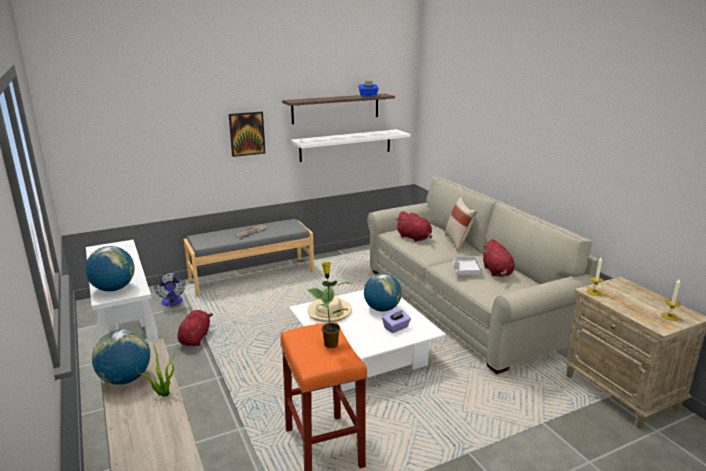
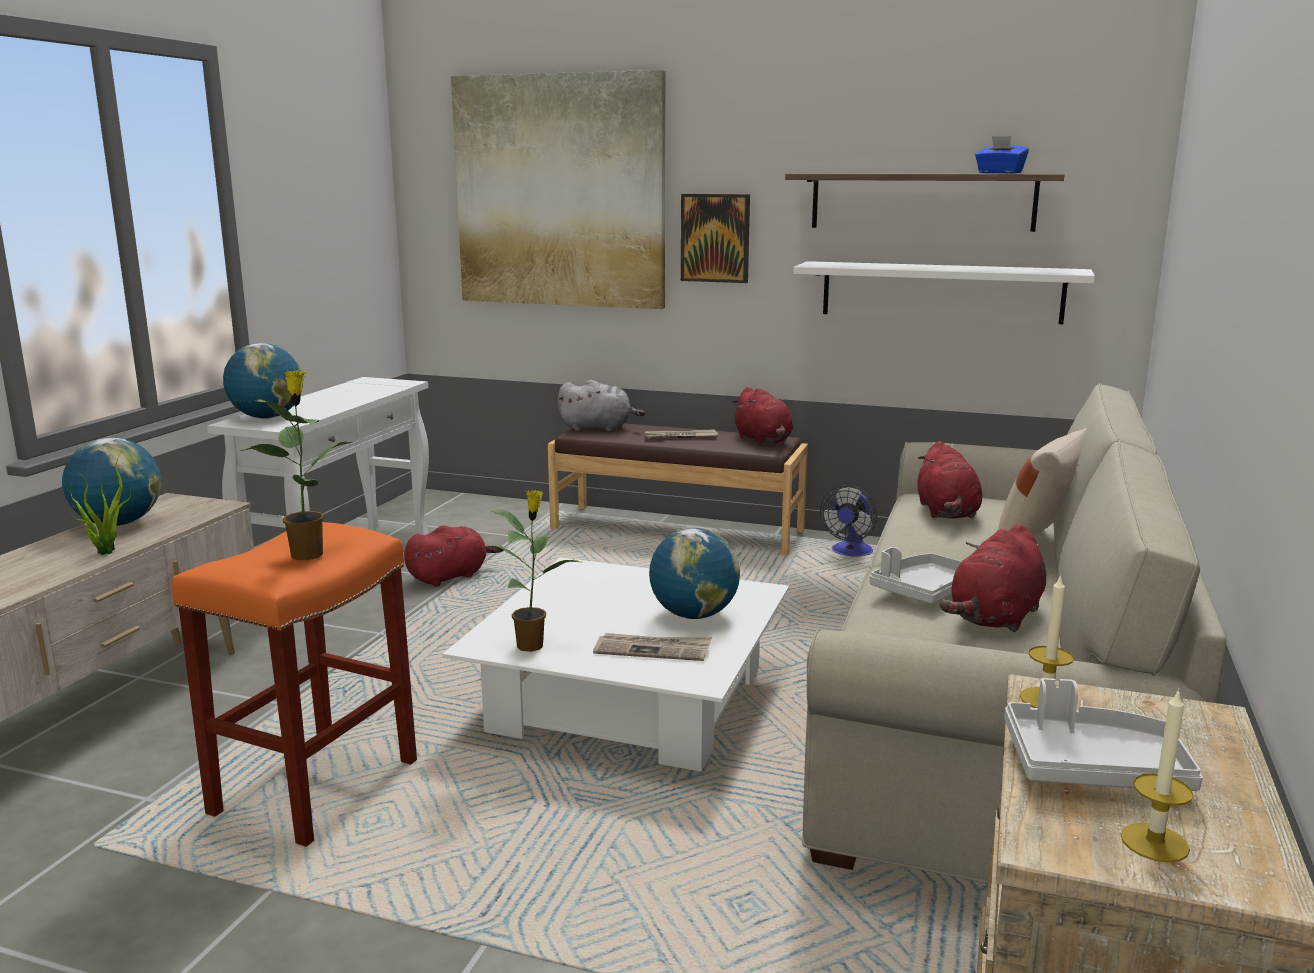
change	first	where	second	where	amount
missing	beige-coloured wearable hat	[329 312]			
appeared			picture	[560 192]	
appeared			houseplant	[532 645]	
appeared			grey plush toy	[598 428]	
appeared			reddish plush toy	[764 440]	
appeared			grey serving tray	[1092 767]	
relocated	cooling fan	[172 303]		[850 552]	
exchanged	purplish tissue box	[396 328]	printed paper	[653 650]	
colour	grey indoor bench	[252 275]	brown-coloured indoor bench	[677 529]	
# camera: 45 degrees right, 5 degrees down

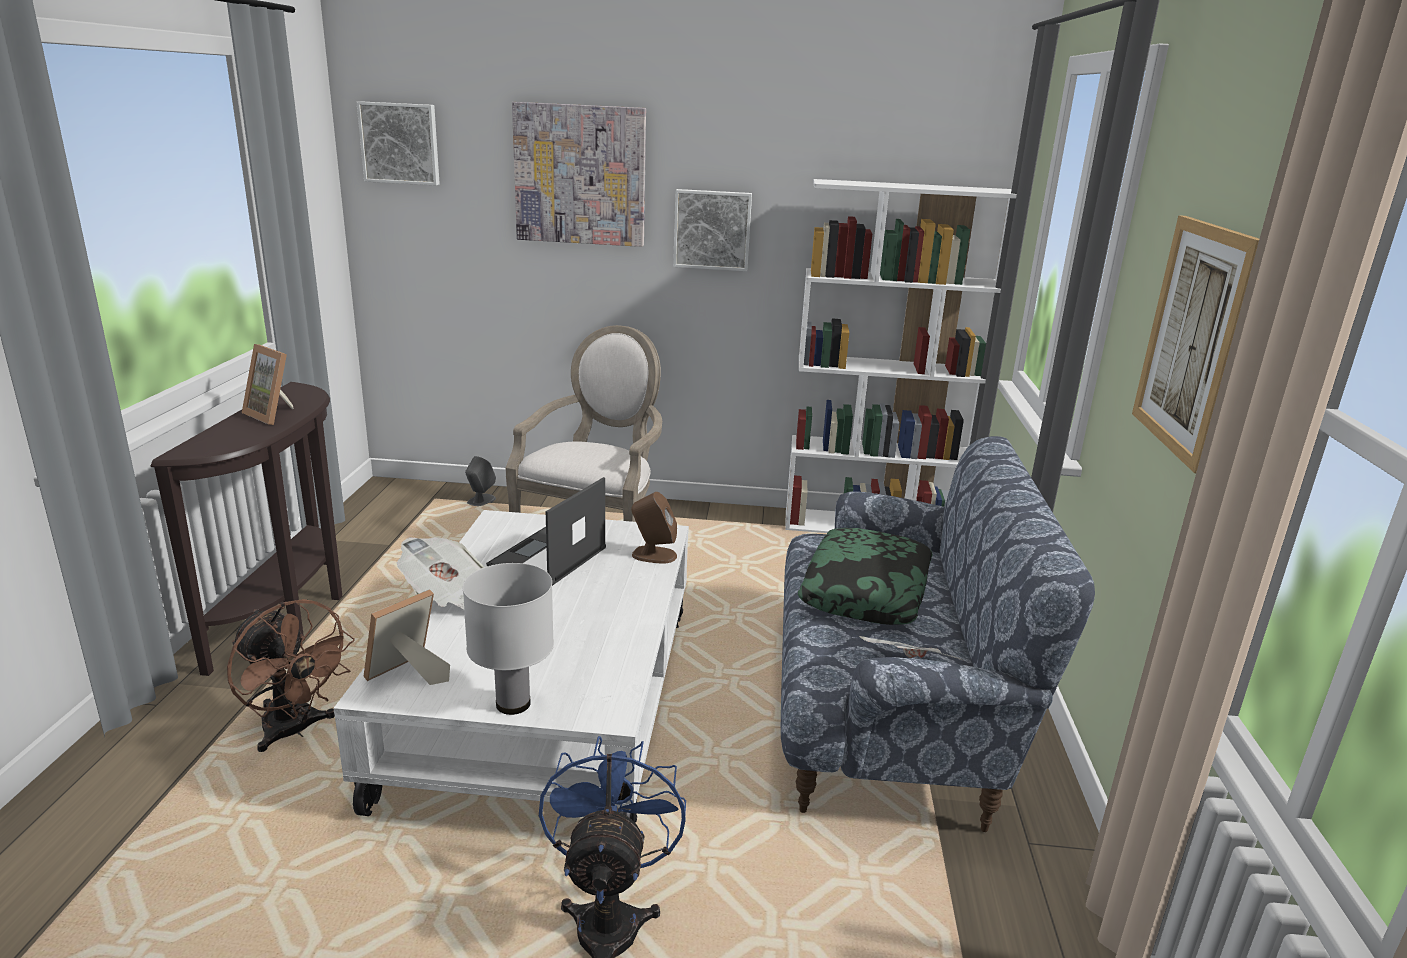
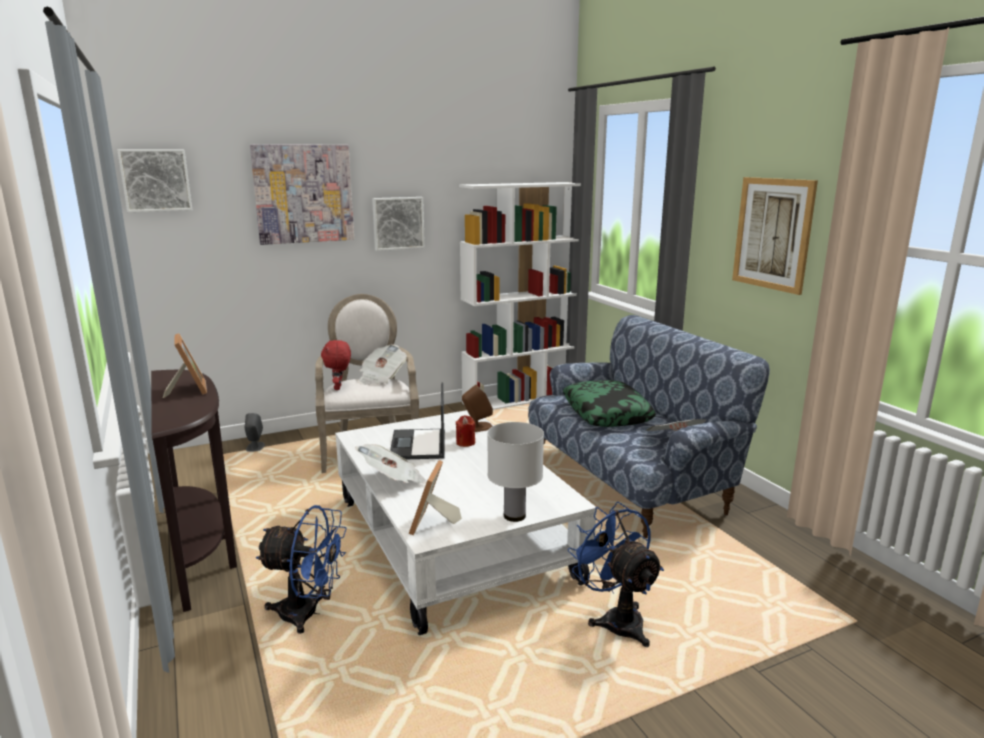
change	first	where	second	where	amount
appeared			reddish plush toy	[339 388]	
appeared			printed paper	[381 378]	
appeared			reddish wax candle	[465 443]	
colour	brown-coloured cooling fan	[295 731]	blue-coloured cooling fan	[308 614]	
spun	standing frame	[275 415]		[188 390]	120 degrees counterclockwise
# camera: 30 degrees left, 5 degrees down

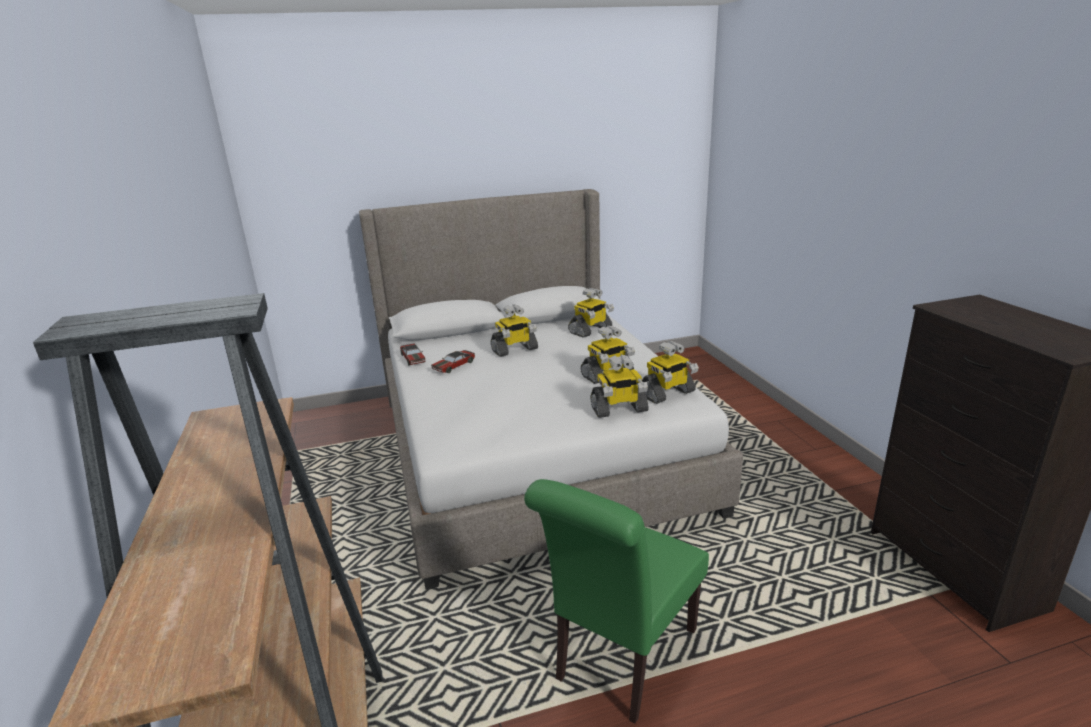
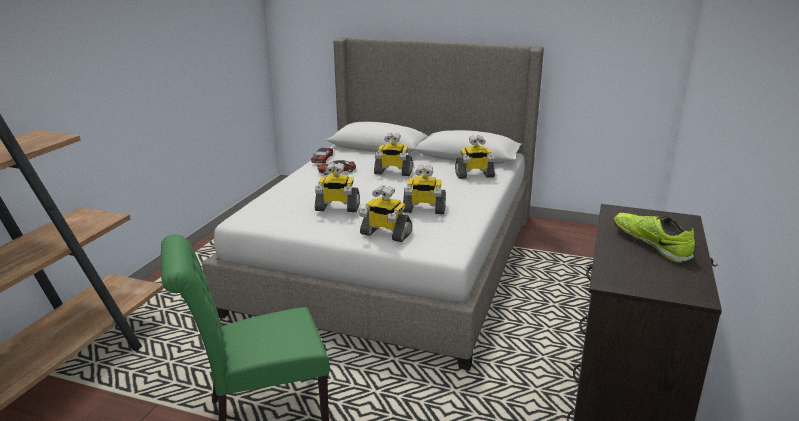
change	first	where	second	where	amount
appeared			item of footwear	[651 244]	
relocated	toy robot	[667 393]		[337 208]	
# camera: 35 degrees right, 0 degrees up

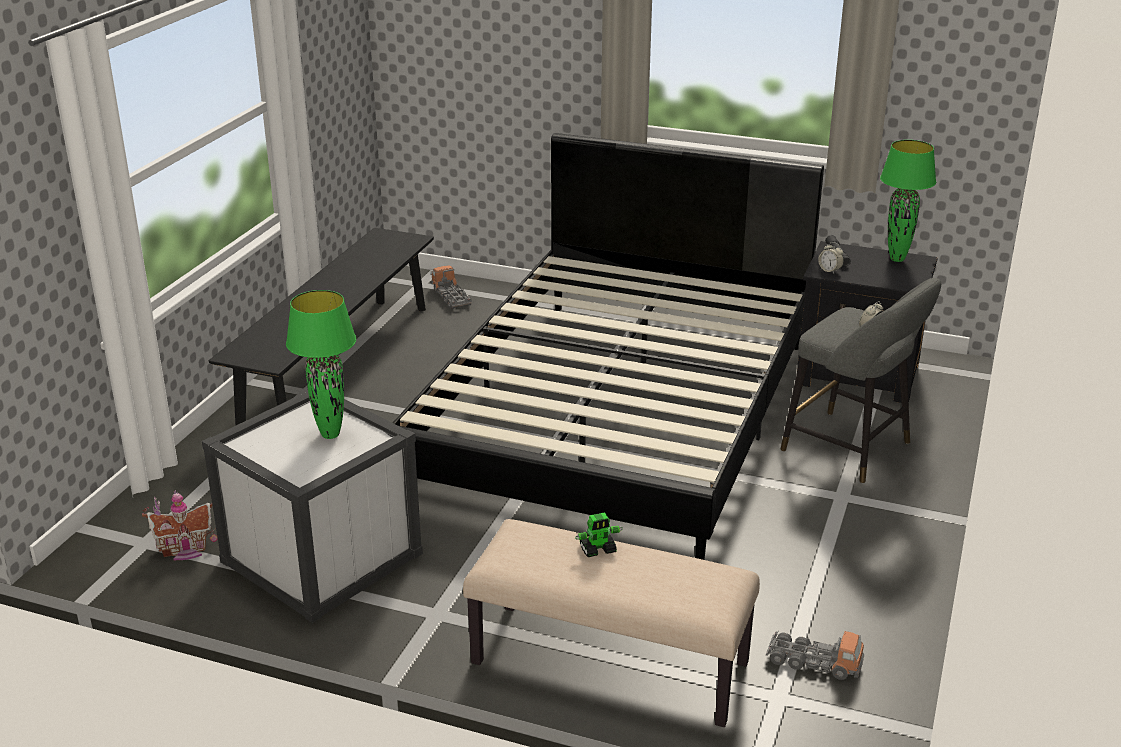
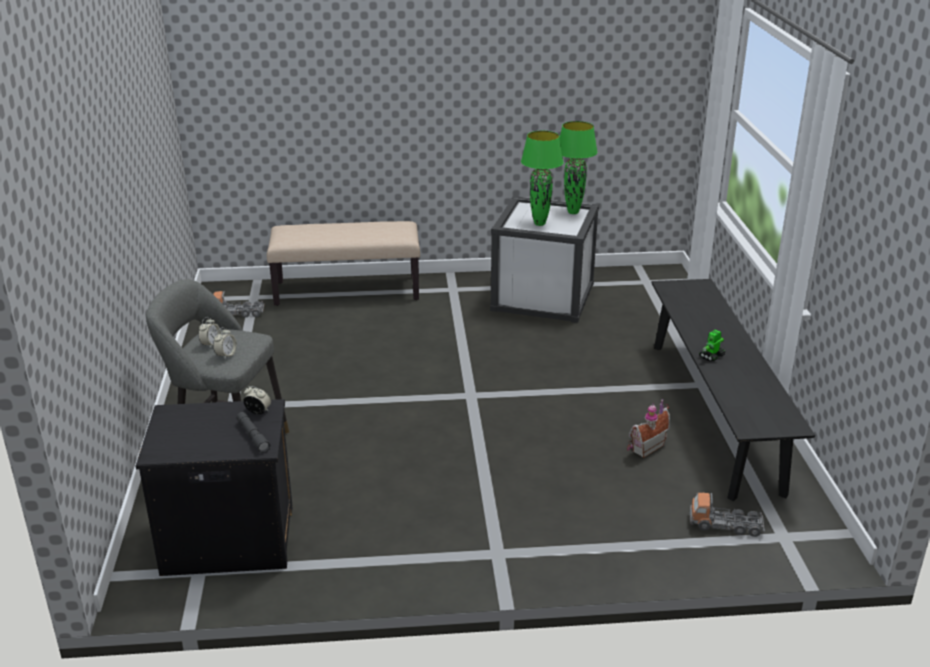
change	first	where	second	where	amount
missing	black bed	[619 416]			
appeared			bedside clock	[226 355]	
relocated	miniature house	[185 551]		[645 447]	
relocated	toy robot	[598 549]		[711 356]	
relocated	green lamp for a table	[897 259]		[573 212]	
spun	model truck	[451 298]		[725 525]	150 degrees clockwise
# camera: 155 degrees right, 0 degrees up

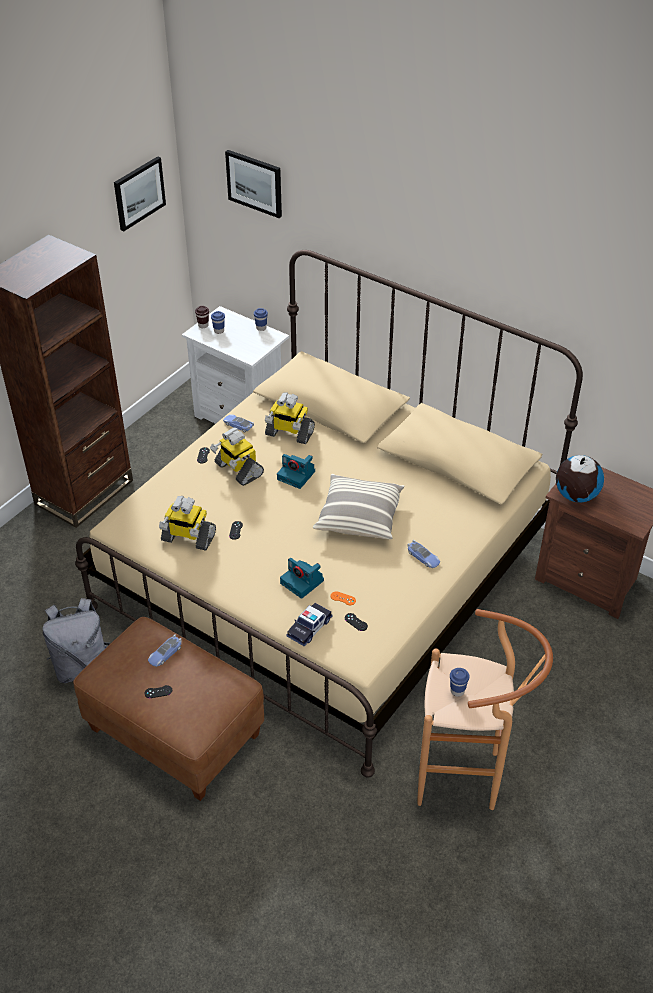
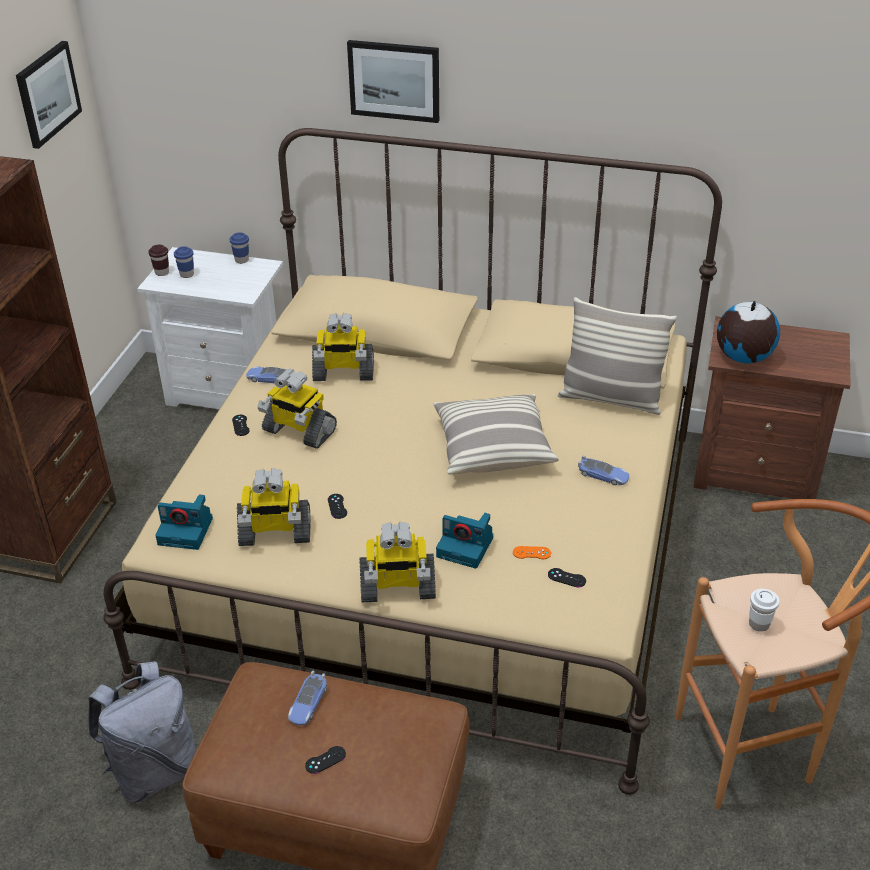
change	first	where	second	where	amount
missing	miniature car	[309 628]			
appeared			toy robot	[397 588]	
appeared			throw pillow	[611 399]	
relocated	picture	[255 183]		[394 80]	
relocated	photo camera	[297 475]		[187 531]	
colour	blue-coloured cup	[457 691]	whitish cup	[759 624]	
# camera: 20 degrees left, 5 degrees down

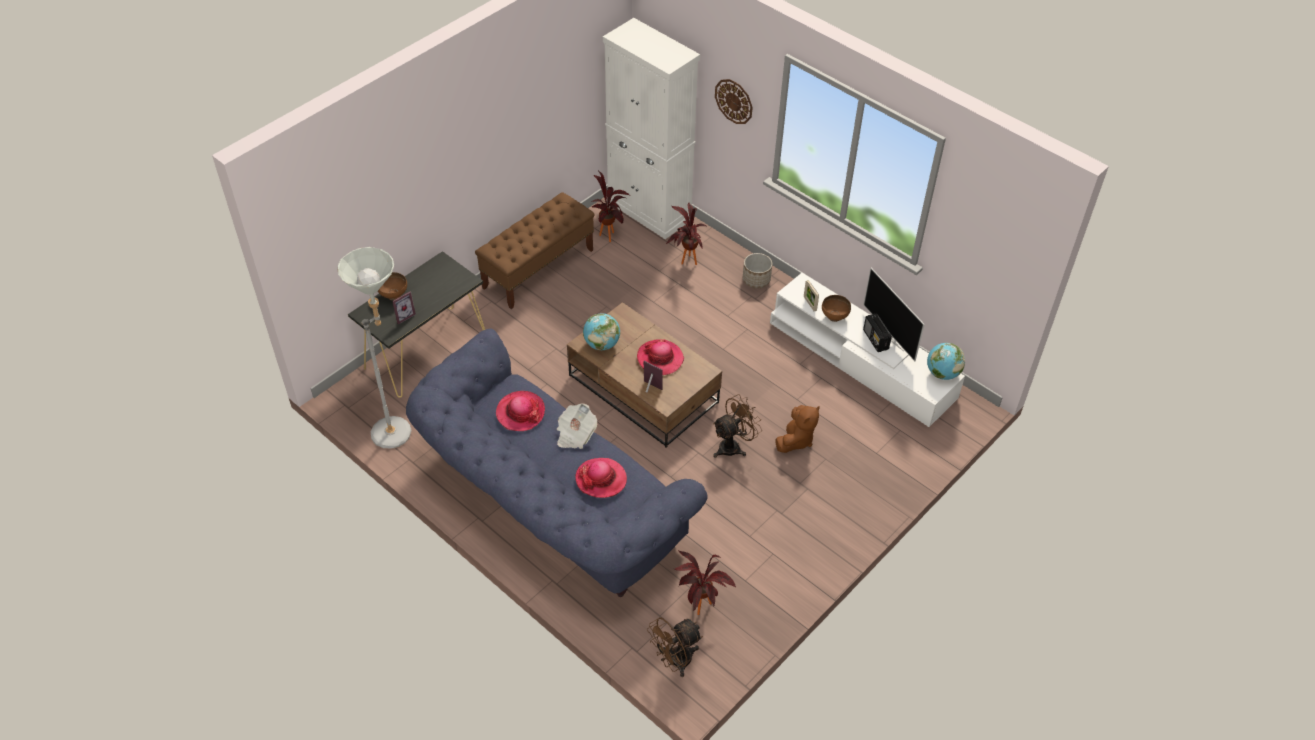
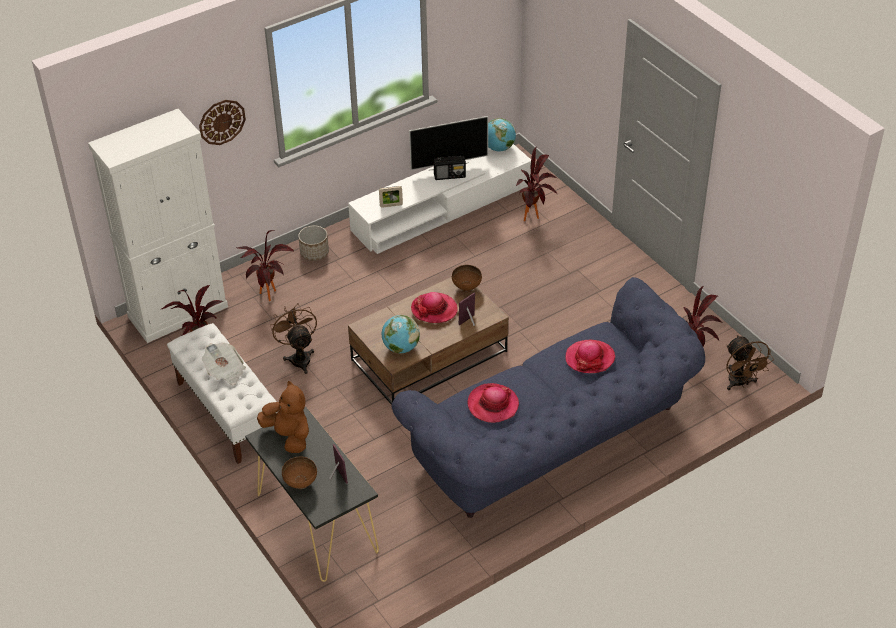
change	first	where	second	where	amount
missing	grey standard lamp	[398 428]			
appeared			houseplant	[534 217]	
relocated	printed paper	[575 434]		[225 371]	
relocated	brown-coloured cooling fan	[733 446]		[299 357]	
relocated	brown-coloured plush toy	[796 440]		[289 436]	
relocated	brown-coloured bowl	[834 317]		[467 288]	
colour	brown-coloured indoor bench	[538 268]	whitish indoor bench	[227 412]	
# camera: 75 degrees left, 5 degrees down

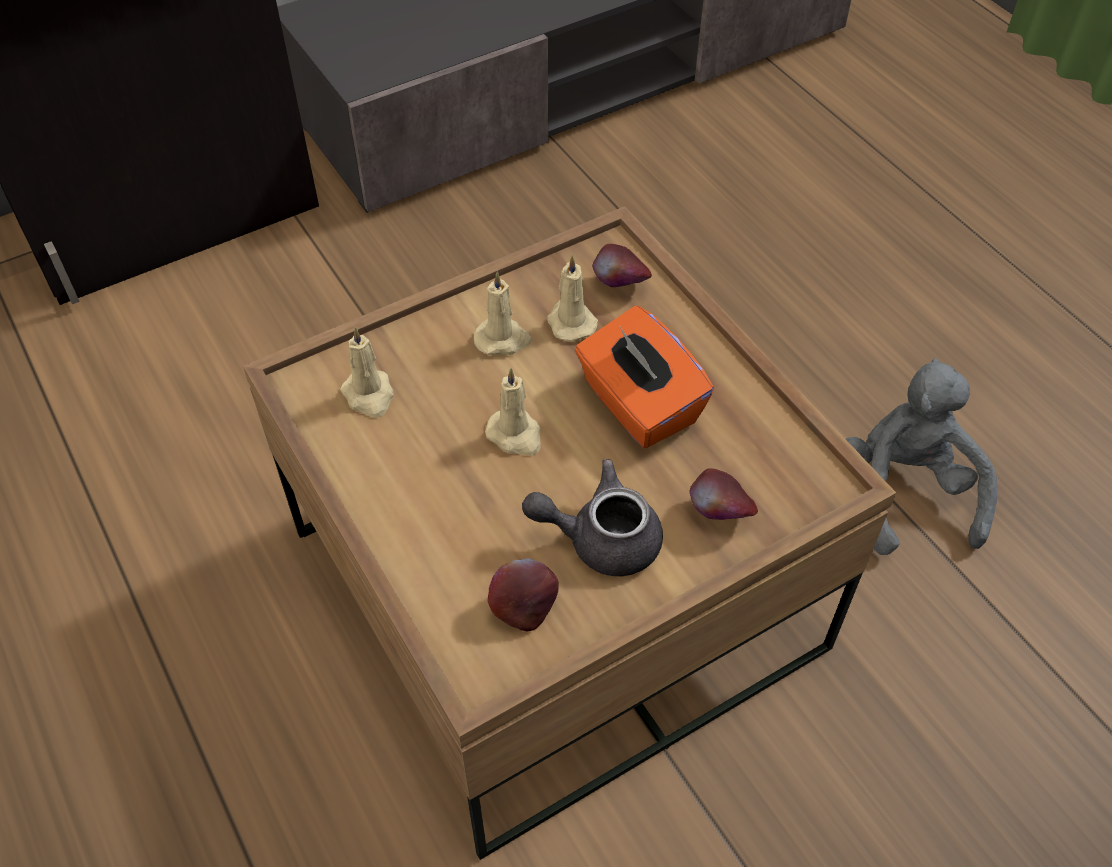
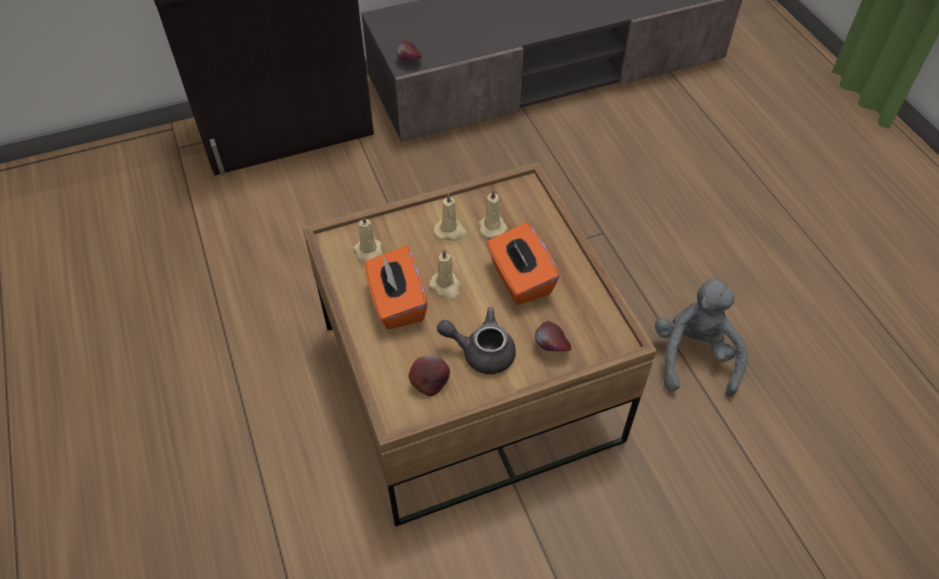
change	first	where	second	where	amount
appeared			orange tissue box	[397 303]	
relocated	whole apple	[620 286]		[409 62]	
# camera: 10 degrees right, 0 degrees up

